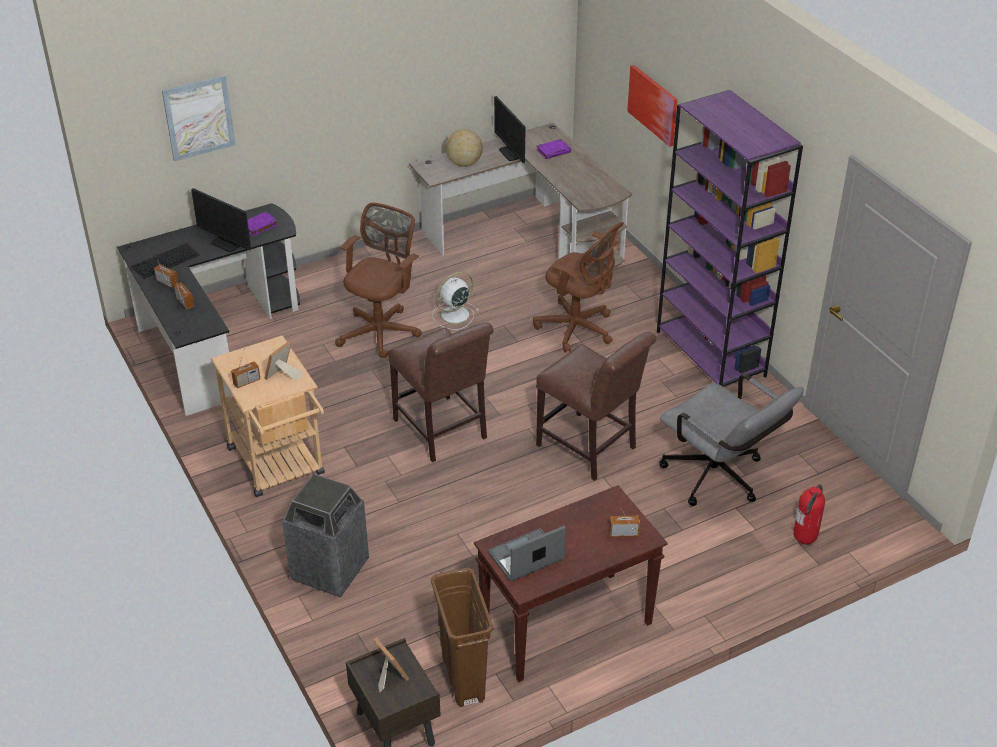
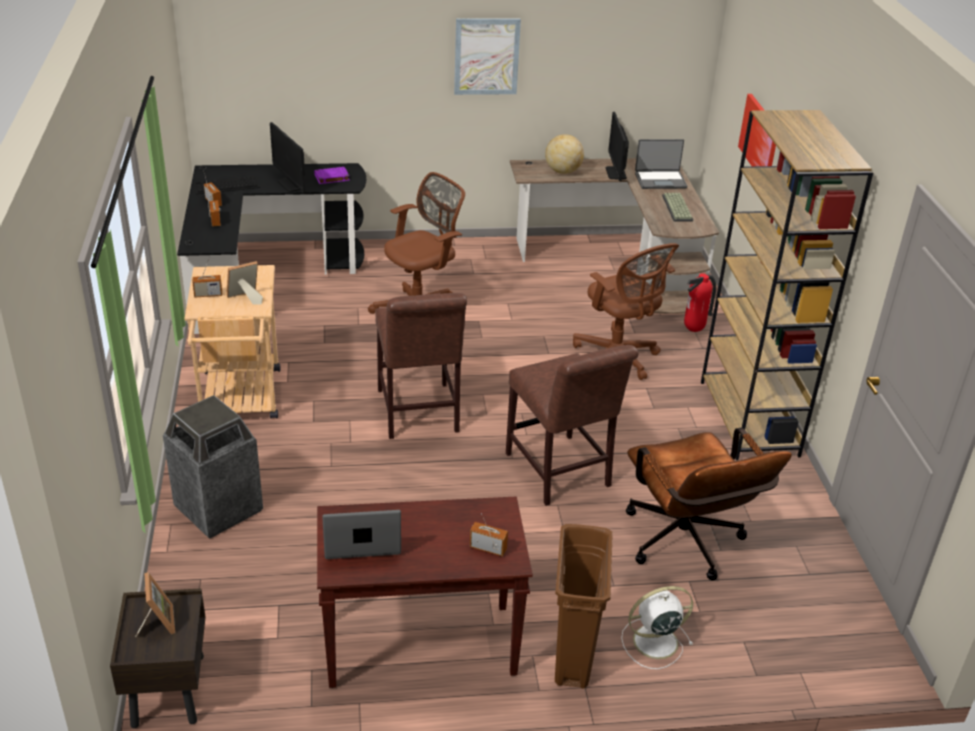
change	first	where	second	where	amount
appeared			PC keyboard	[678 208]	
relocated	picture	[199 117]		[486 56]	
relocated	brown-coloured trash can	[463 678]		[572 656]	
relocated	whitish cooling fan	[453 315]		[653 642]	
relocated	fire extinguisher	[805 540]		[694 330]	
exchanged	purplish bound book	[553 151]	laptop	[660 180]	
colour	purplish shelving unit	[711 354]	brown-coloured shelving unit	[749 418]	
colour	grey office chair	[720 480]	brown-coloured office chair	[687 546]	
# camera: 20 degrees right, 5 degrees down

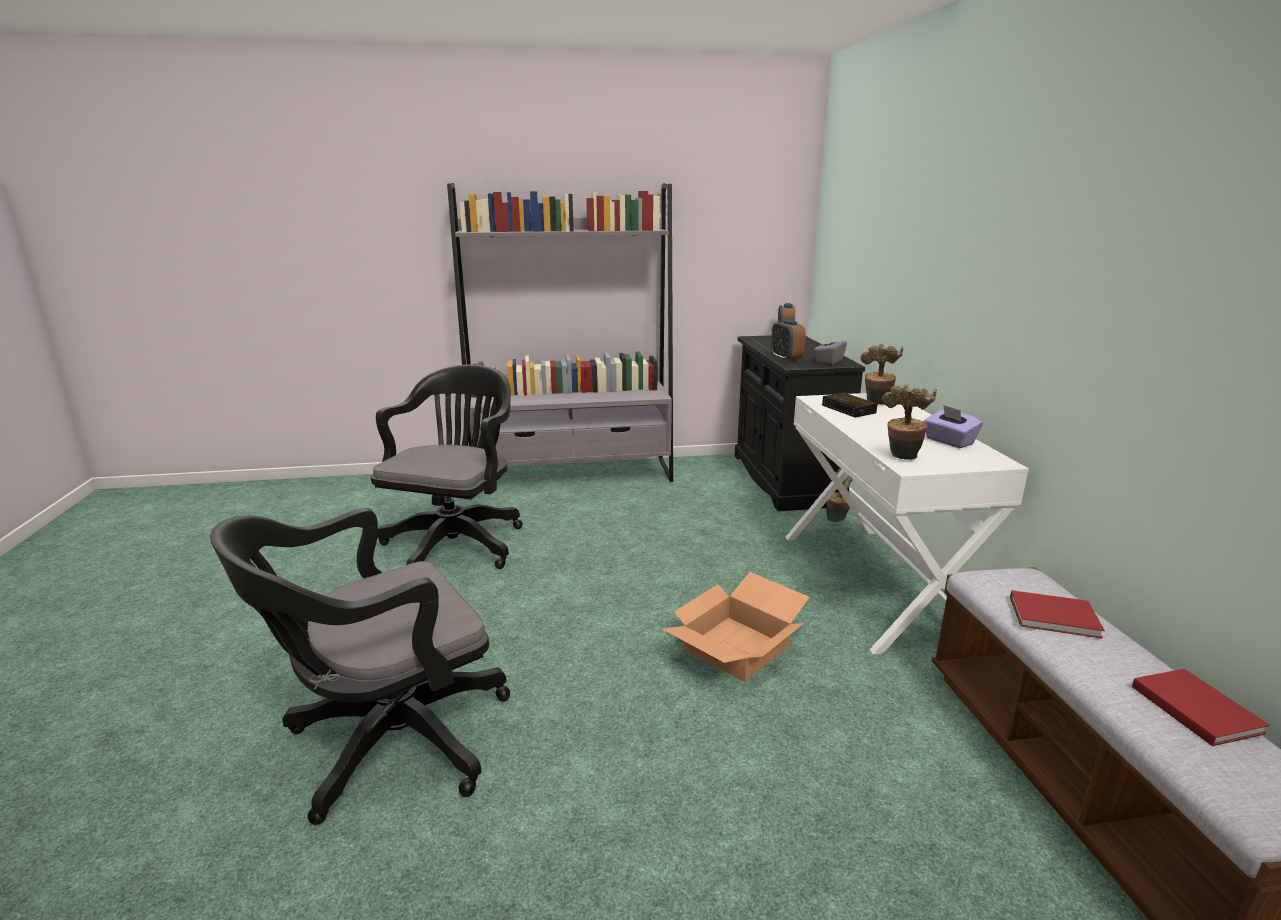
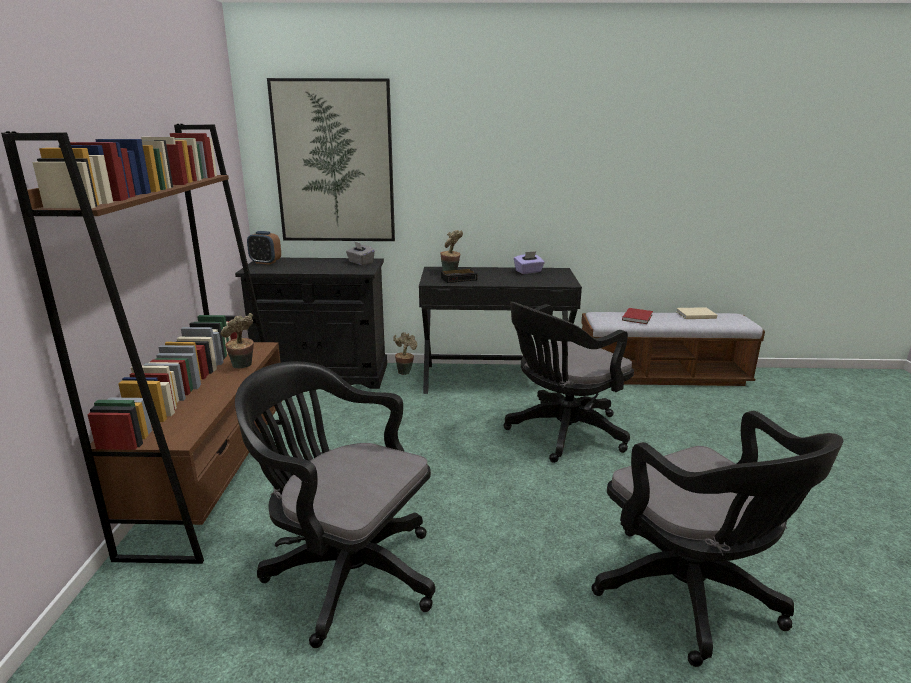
change	first	where	second	where	amount
missing	bedside clock	[786 359]			
appeared			picture	[334 163]	
relocated	houseplant	[902 458]		[243 367]	
exchanged	carton	[735 646]	black office chair	[561 433]	
colour	grey shelving unit	[573 475]	brown-coloured shelving unit	[214 479]	
colour	whitish desk unit	[875 583]	black desk unit	[495 379]	
colour	reddish bound book	[1194 707]	beige-coloured bound book	[694 315]	
# camera: 80 degrees left, 0 degrees up

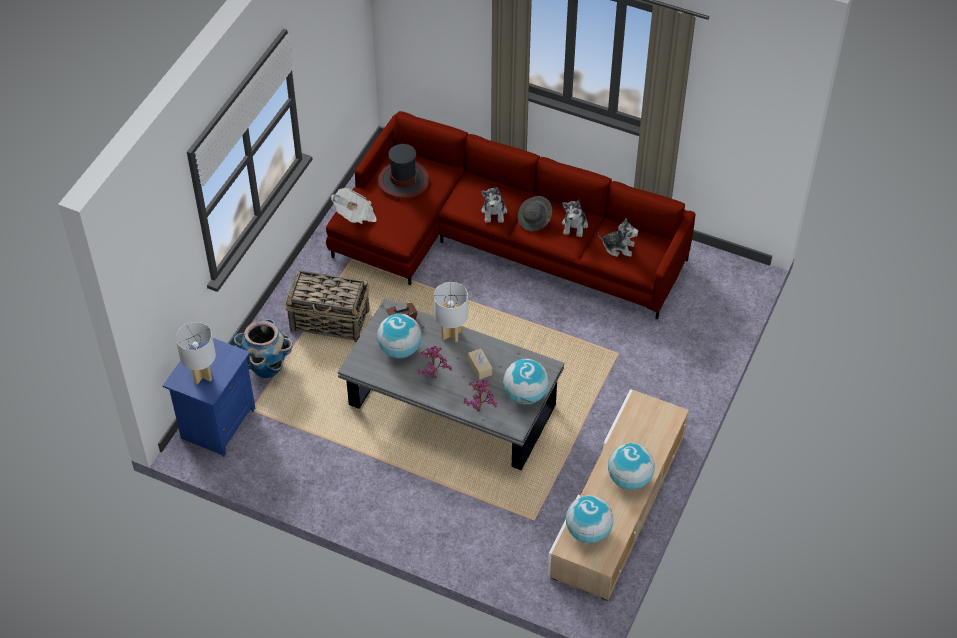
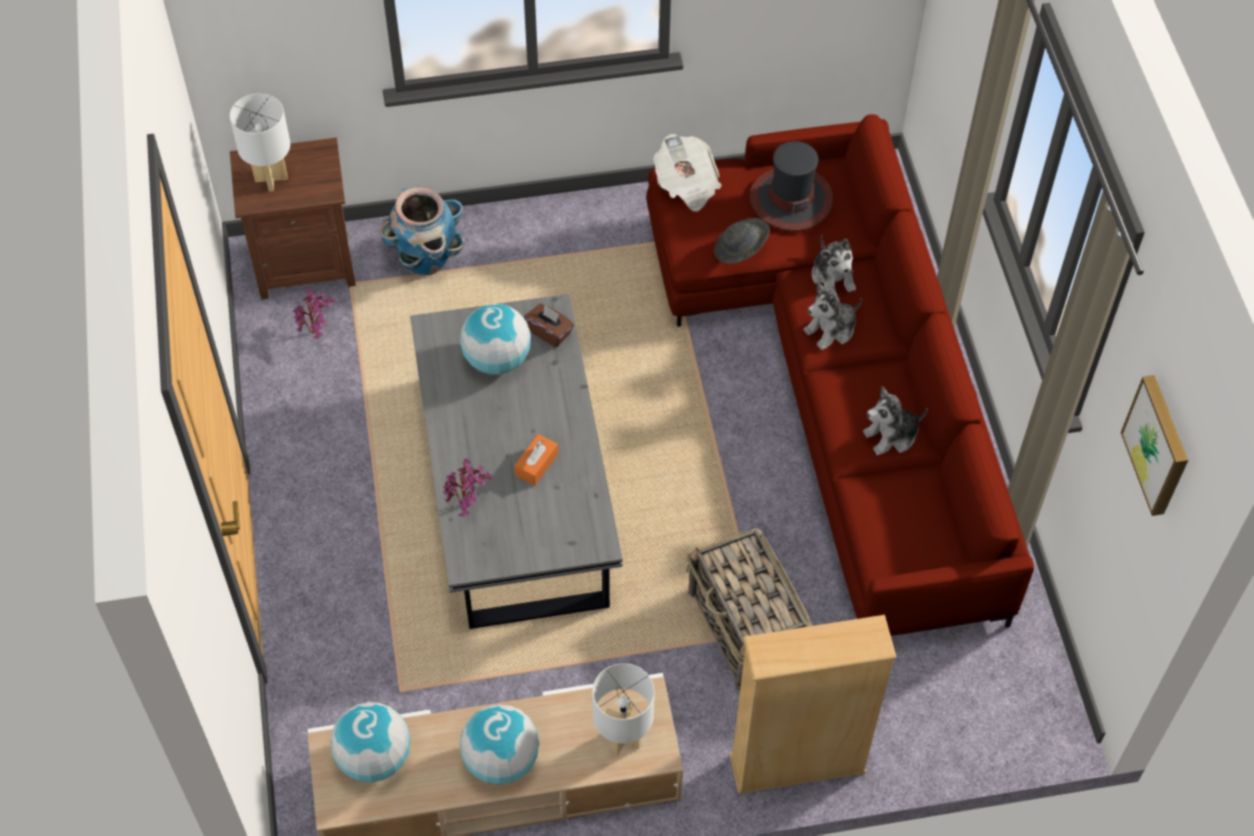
change	first	where	second	where	amount
missing	globe	[525 394]			
appeared			beige-coloured shelving unit	[797 764]	
appeared			picture	[1159 445]	
relocated	household basket	[331 321]		[746 629]	
relocated	houseplant	[433 375]		[316 332]	
relocated	whitish lamp for a table	[451 334]		[623 739]	
relocated	grey wearable hat	[535 220]		[740 250]	
relocated	plush toy	[618 247]		[833 277]	
colour	blue-coloured nightstand	[217 423]	brown-coloured nightstand	[305 263]	
colour	beige-coloured tissue box	[480 367]	orange tissue box	[536 464]	
# camera: 55 degrees right, 5 degrees up

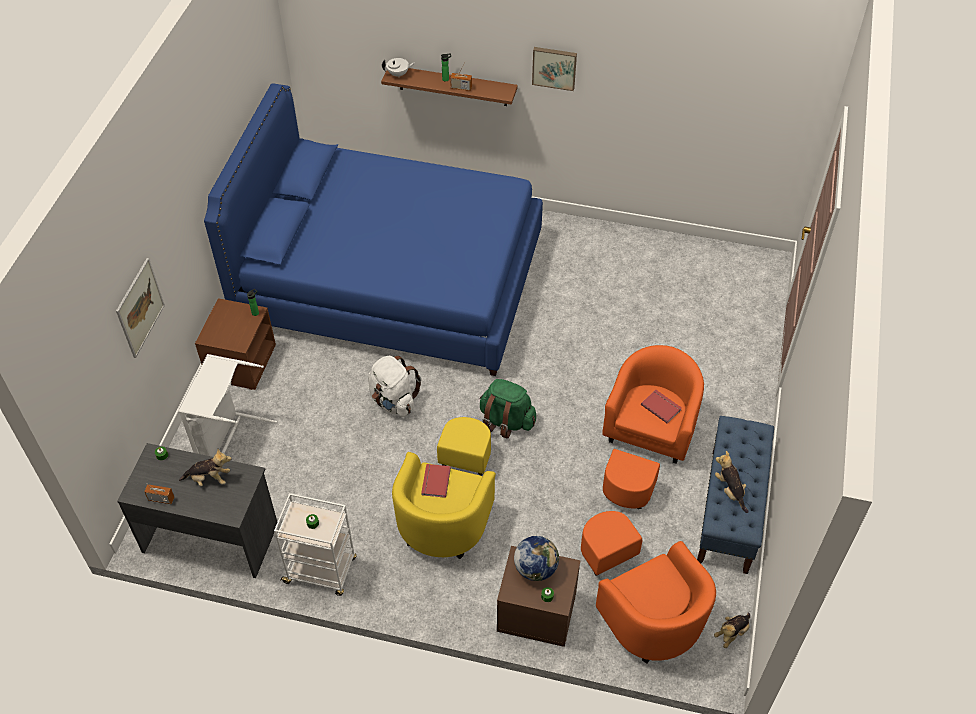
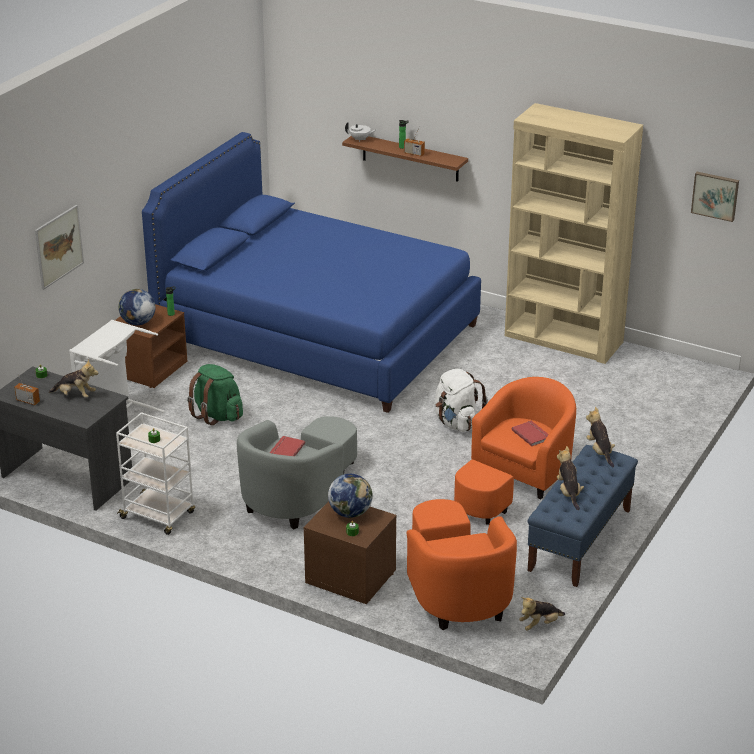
change	first	where	second	where	amount
appeared			globe	[138 323]	
appeared			beige-coloured shelving unit	[563 339]	
appeared			plush toy	[600 452]	
relocated	whitish knapsack	[393 401]		[456 423]	
relocated	green knapsack	[506 421]		[217 415]	
relocated	picture	[554 67]		[715 195]	
colour	yellowish armchair	[448 510]	grey armchair	[297 495]	
# camera: 15 degrees right, 20 degrees down

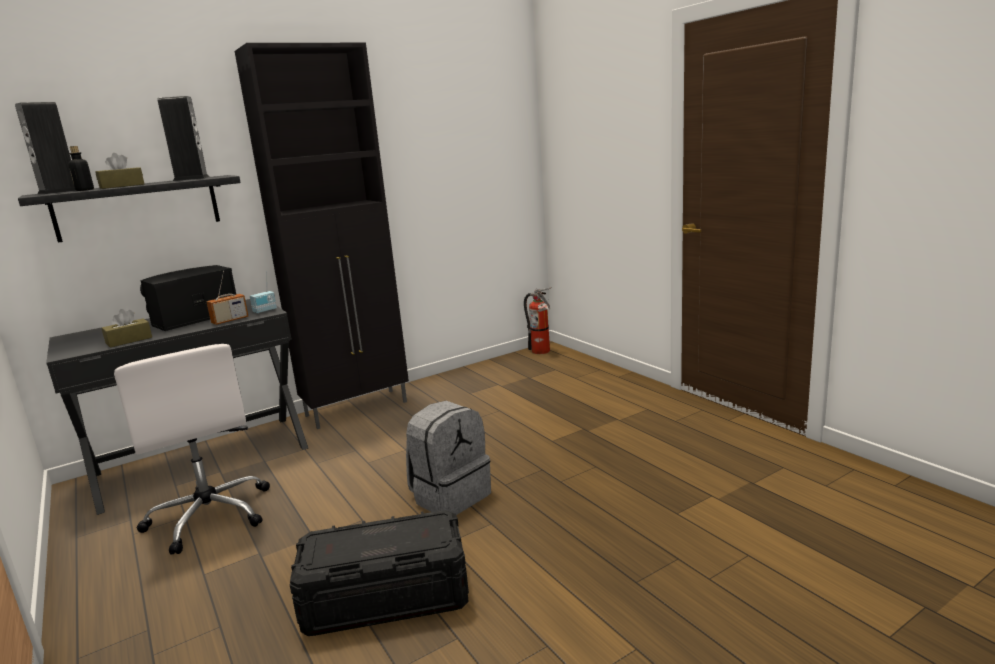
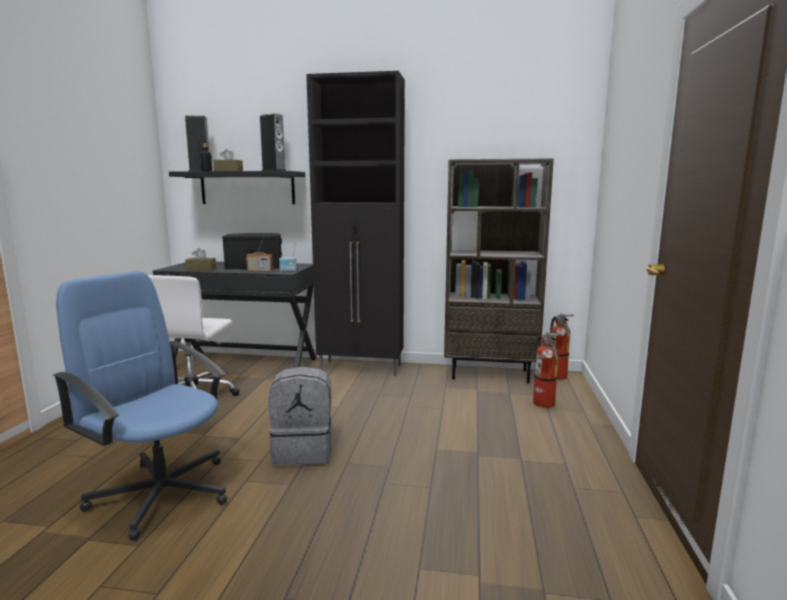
change	first	where	second	where	amount
appeared			brown-coloured shelving unit	[490 374]	
appeared			fire extinguisher	[543 405]	
exchanged	black storage box	[386 597]	blue-coloured office chair	[162 492]	
# camera: 40 degrees right, 5 degrees down

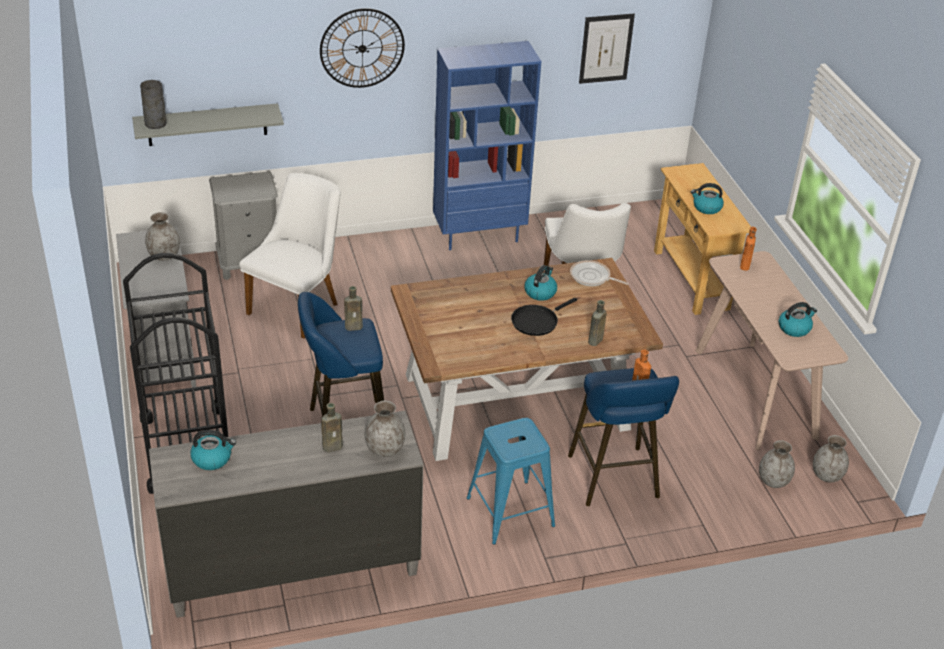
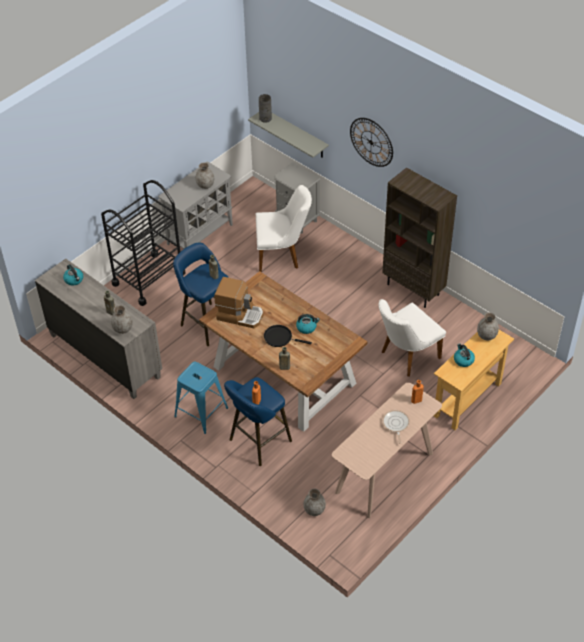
change	first	where	second	where	amount
missing	picture	[606 48]			
missing	tea kettle	[794 328]			
appeared			coffee maker	[240 315]	
relocated	pan	[592 277]		[395 424]	
relocated	grey decorative vase	[827 476]		[486 336]	
colour	blue-coloured shelving unit	[479 235]	brown-coloured shelving unit	[414 289]	
# camera: 60 degrees right, 10 degrees up

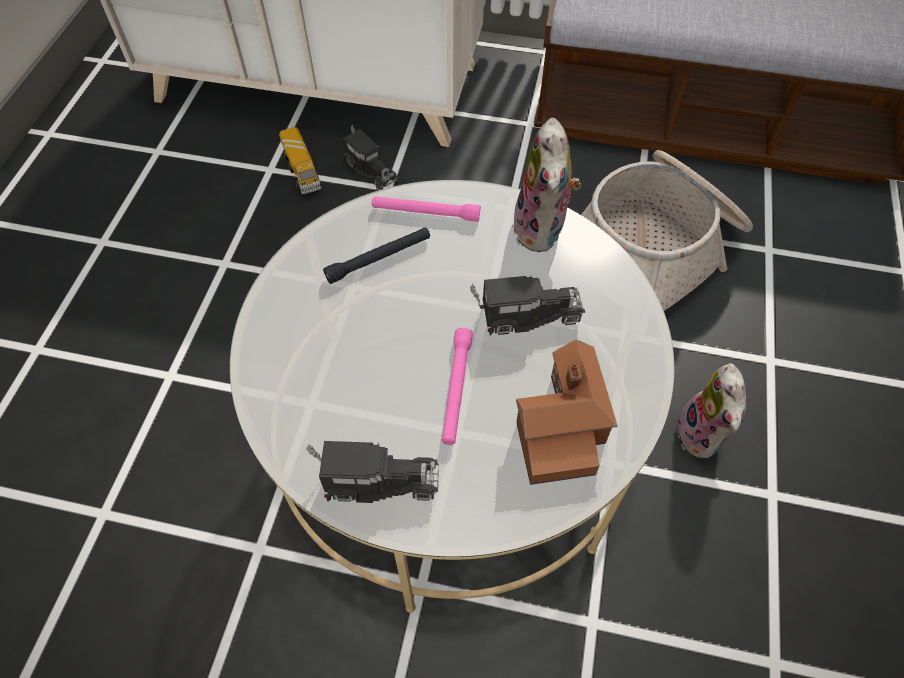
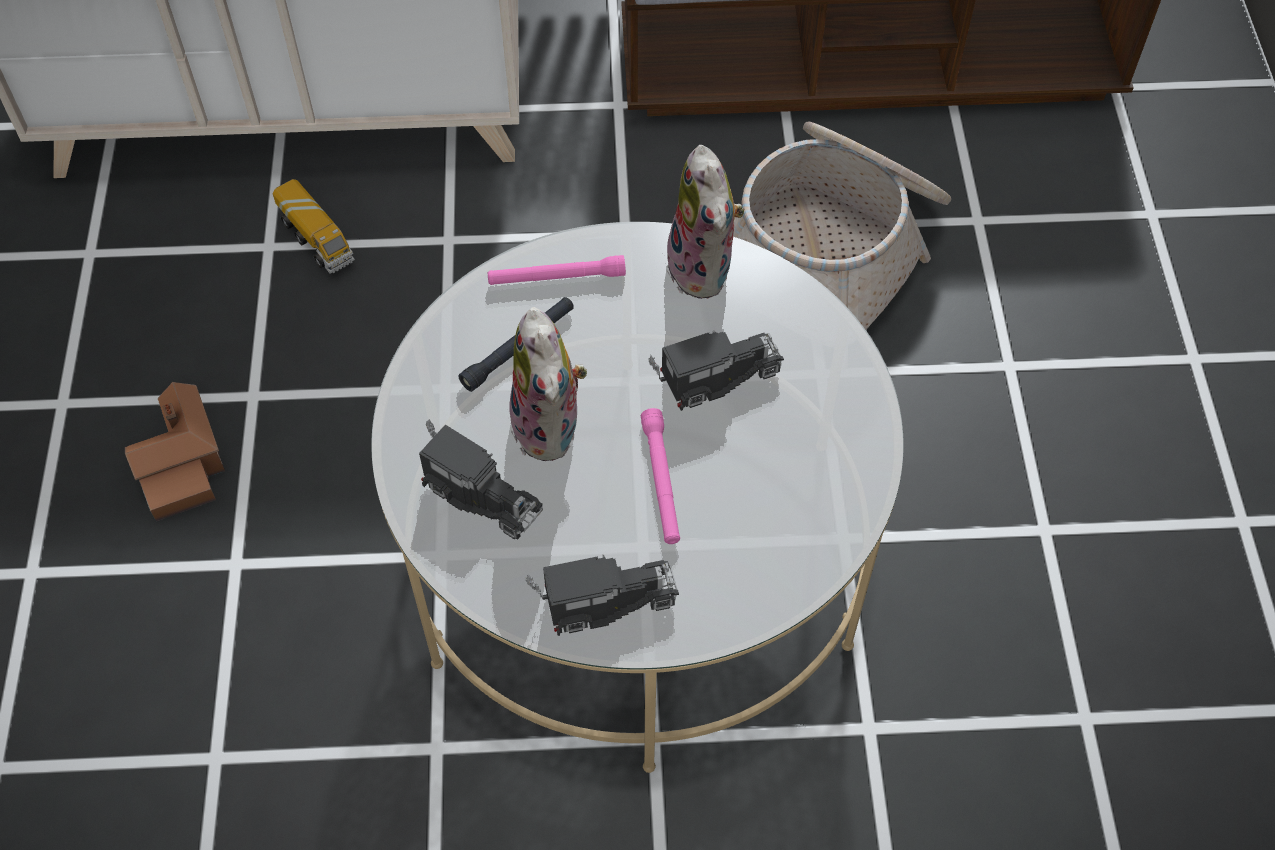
change	first	where	second	where	amount
relocated	model truck	[370 169]		[478 493]	
relocated	miniature house	[560 426]		[182 465]	
relocated	plush toy	[703 435]		[551 428]	
# camera: 15 degrees left, 0 degrees up

